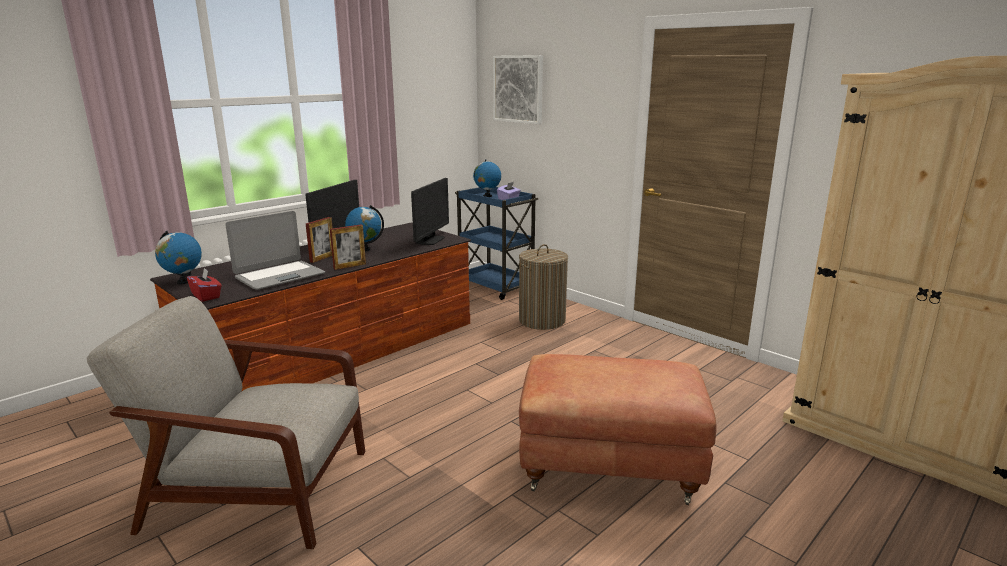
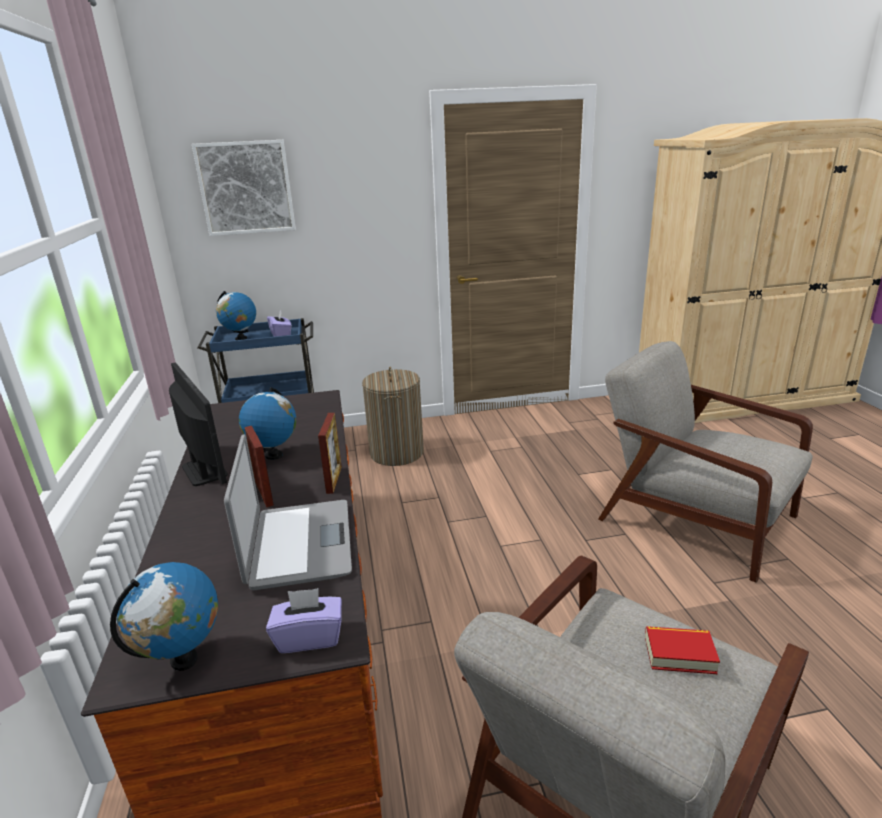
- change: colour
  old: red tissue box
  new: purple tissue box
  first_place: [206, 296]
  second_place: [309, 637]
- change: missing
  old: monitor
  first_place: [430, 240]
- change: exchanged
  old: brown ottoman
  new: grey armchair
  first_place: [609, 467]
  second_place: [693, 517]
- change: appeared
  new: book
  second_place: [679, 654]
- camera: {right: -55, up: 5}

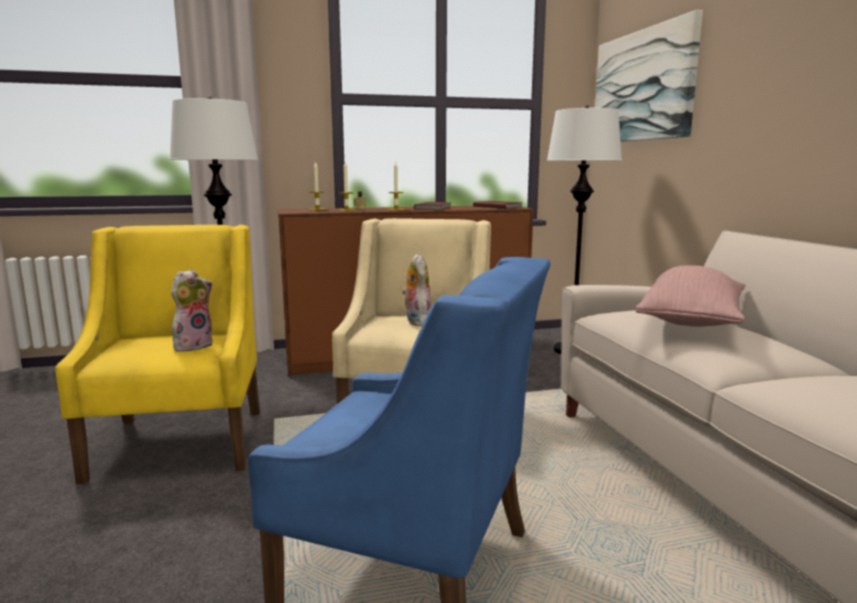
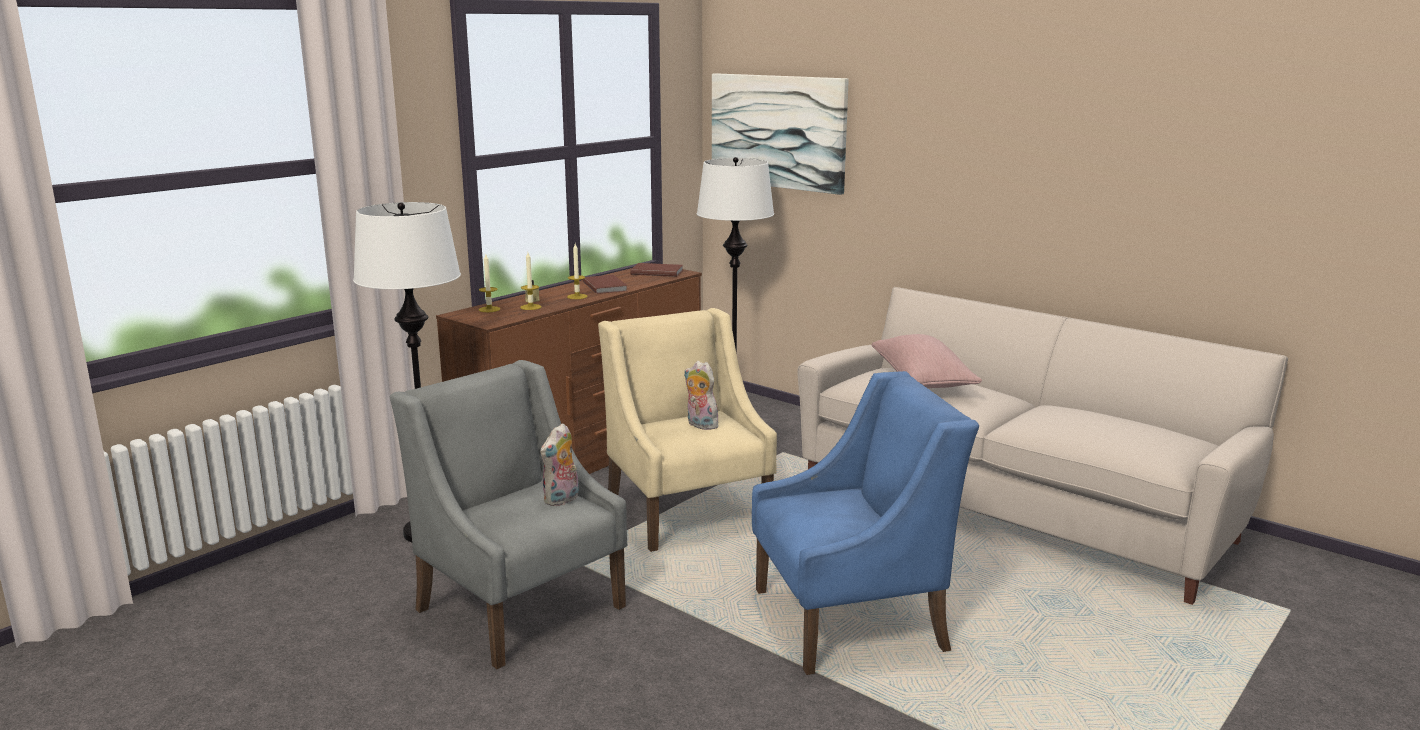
- change: colour
  old: yellow armchair
  new: grey armchair
  first_place: [181, 442]
  second_place: [520, 606]
- change: spun
  old: plush toy
  first_place: [193, 345]
  second_place: [562, 500]
  degrees: -150
- camera: {right: -35, up: 5}

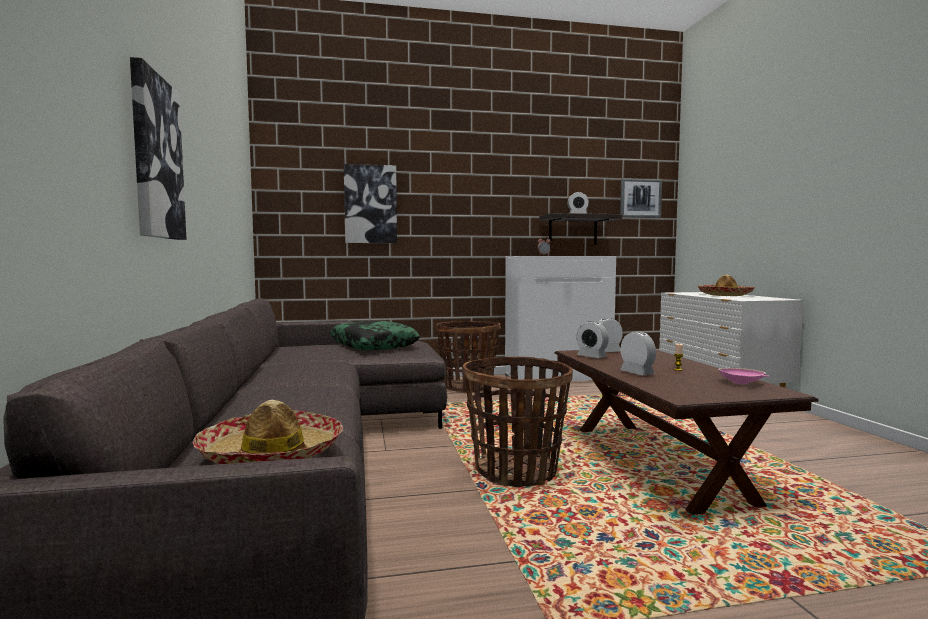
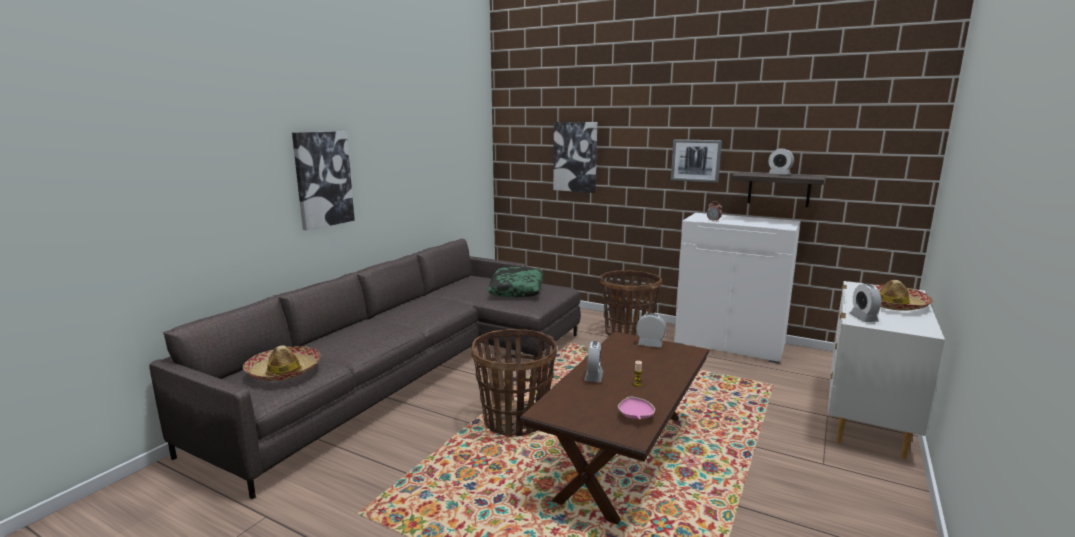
- change: relocated
  old: alarm clock
  first_place: [591, 356]
  second_place: [863, 318]
- change: relocated
  old: picture
  first_place: [640, 198]
  second_place: [696, 160]
- camera: {right: 40, up: 10}

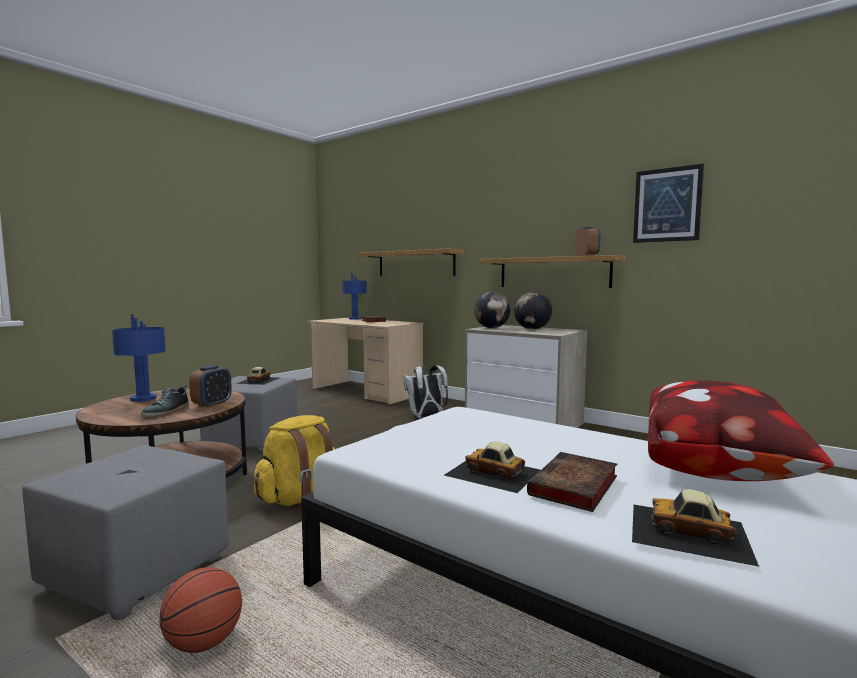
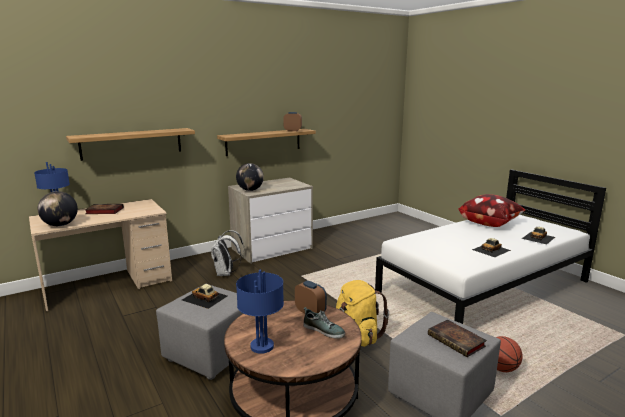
- change: relocated
  old: globe
  first_place: [532, 329]
  second_place: [60, 225]
- change: relocated
  old: book
  first_place: [574, 487]
  second_place: [457, 341]
- change: missing
  old: picture
  first_place: [667, 205]
- camera: {right: -70, up: 10}

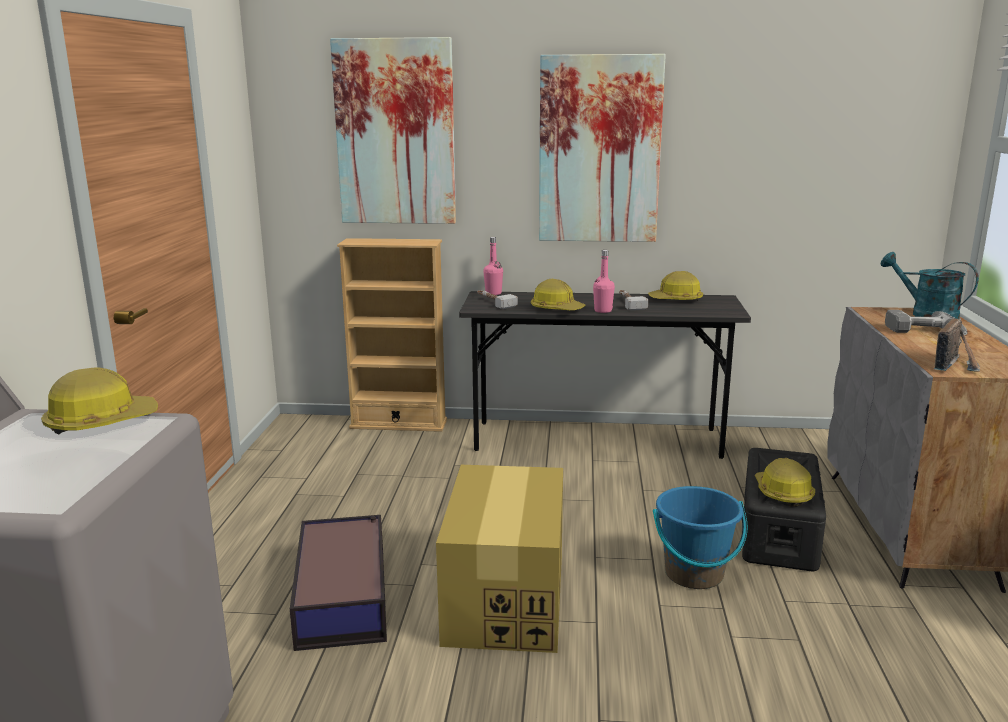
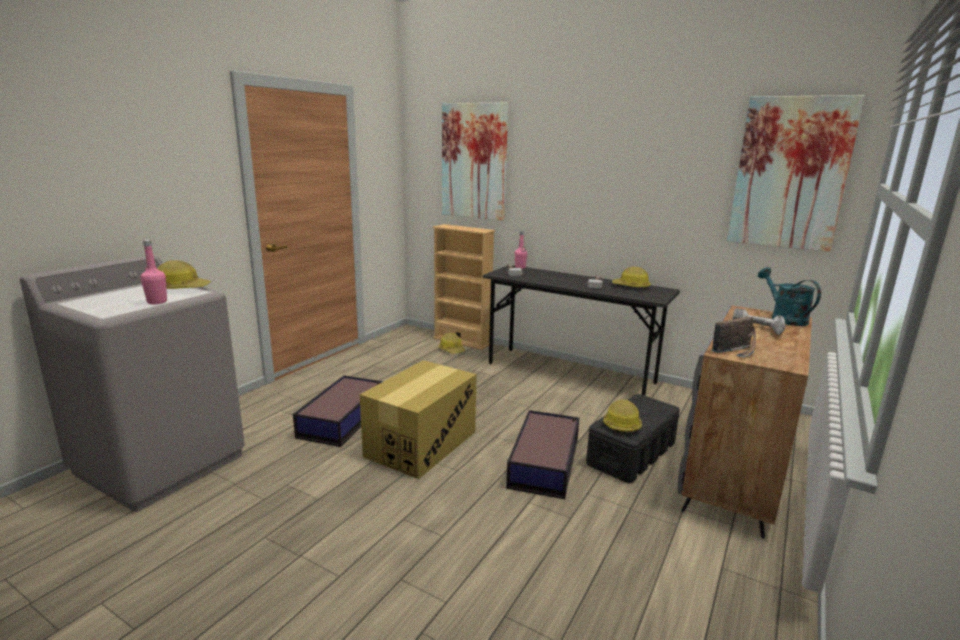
- change: relocated
  old: hard hat
  first_place: [556, 309]
  second_place: [452, 350]
- change: relocated
  old: picture
  first_place: [599, 150]
  second_place: [790, 174]
- change: relocated
  old: pink bottle
  first_place: [603, 311]
  second_place: [157, 302]
- change: exchanged
  old: blue bucket
  new: storage box
  first_place: [694, 574]
  second_place: [545, 462]
- camera: {right: 25, up: 0}

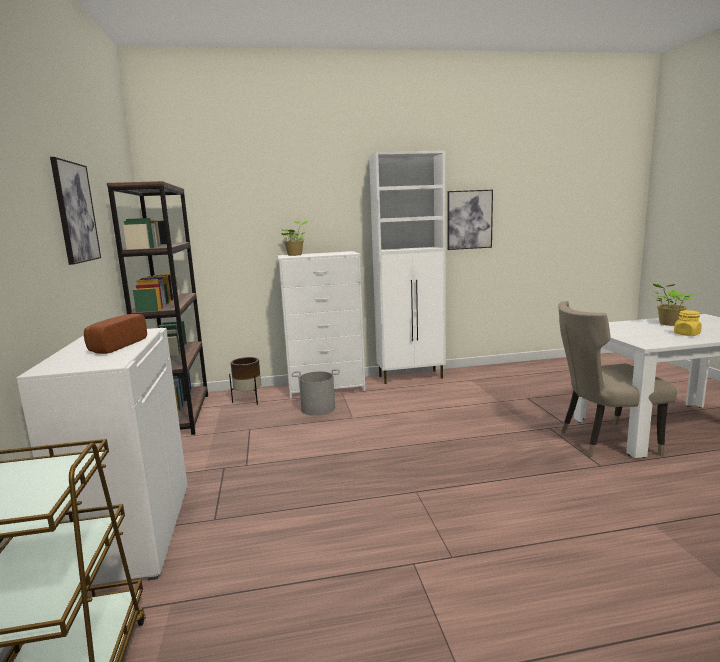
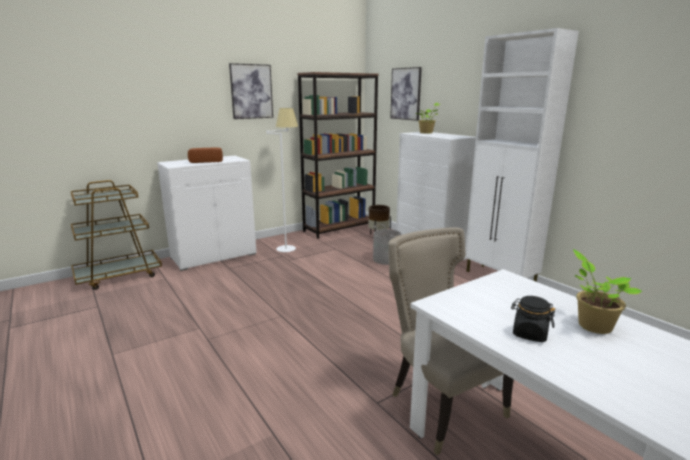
- change: relocated
  old: picture
  first_place: [469, 219]
  second_place: [406, 94]
- change: colour
  old: yellow jar
  new: black jar
  first_place: [687, 334]
  second_place: [529, 334]
- change: appeared
  new: white floor lamp
  second_place: [288, 245]
- camera: {right: 65, up: 5}

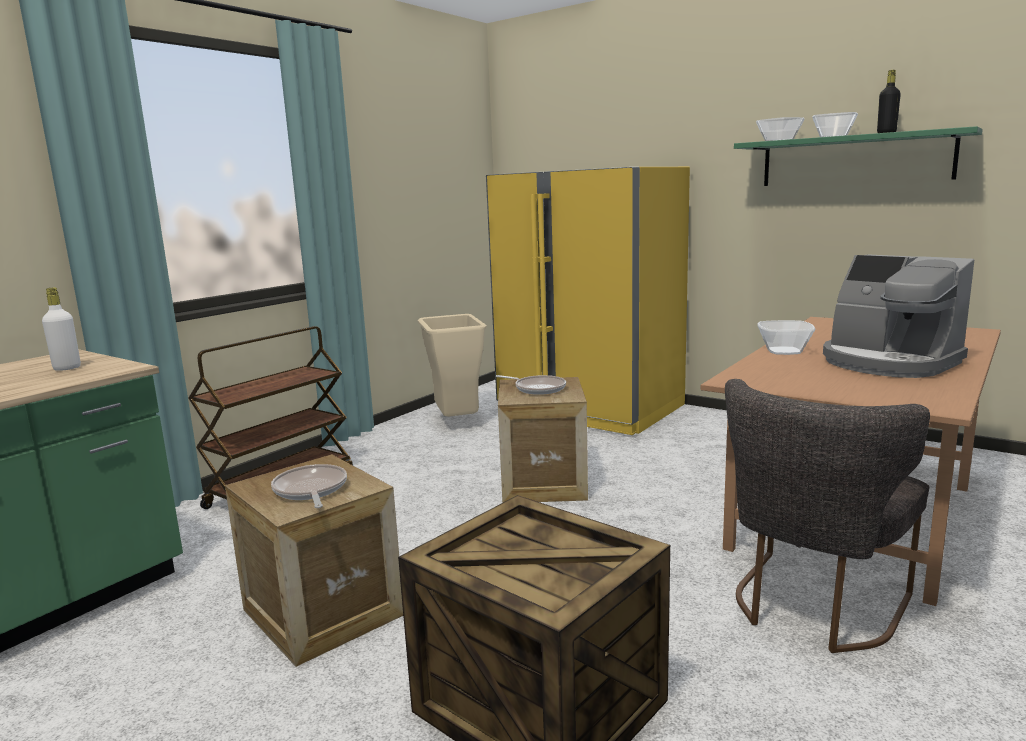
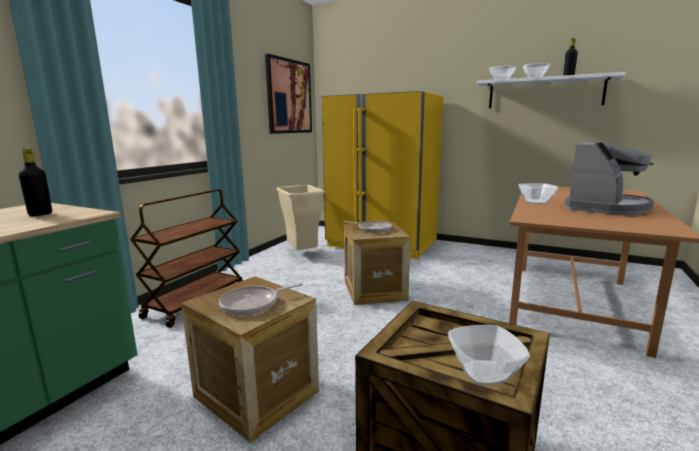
- change: colour
  old: white bottle
  new: black bottle
  first_place: [67, 368]
  second_place: [40, 214]
- change: spun
  old: frying pan
  first_place: [310, 490]
  second_place: [253, 304]
  degrees: -90
- change: missing
  old: grey chair
  first_place: [812, 607]
- change: colour
  old: green shelf
  new: white shelf
  first_place: [855, 160]
  second_place: [544, 93]
- change: spun
  old: coffee machine
  first_place: [888, 362]
  second_place: [606, 207]
  degrees: -90
- change: appeared
  new: picture
  second_place: [289, 97]
- change: appeared
  new: bowl
  second_place: [483, 374]
- camera: {right: -10, up: 0}

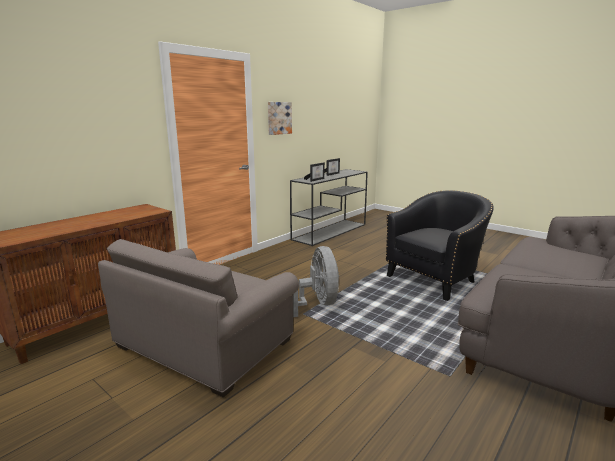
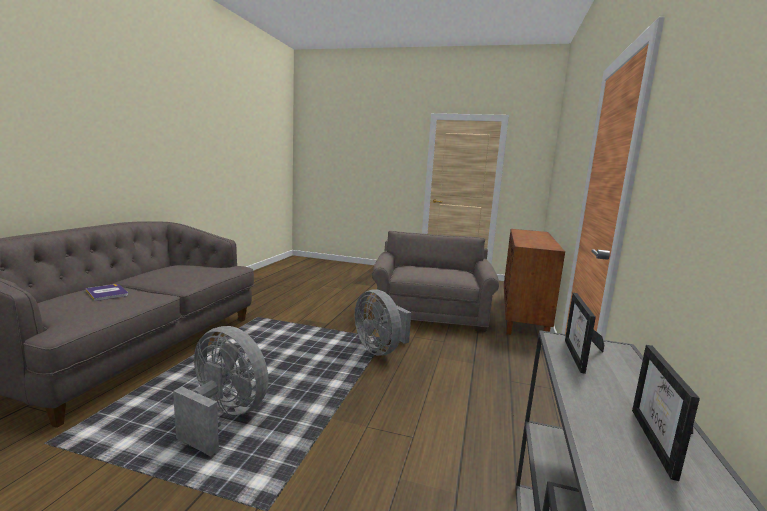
- change: missing
  old: picture
  first_place: [279, 118]
- change: exchanged
  old: black armchair
  new: grey fan
  first_place: [435, 279]
  second_place: [224, 417]
- change: appeared
  new: book
  second_place: [107, 293]
- camera: {right: 155, up: -5}

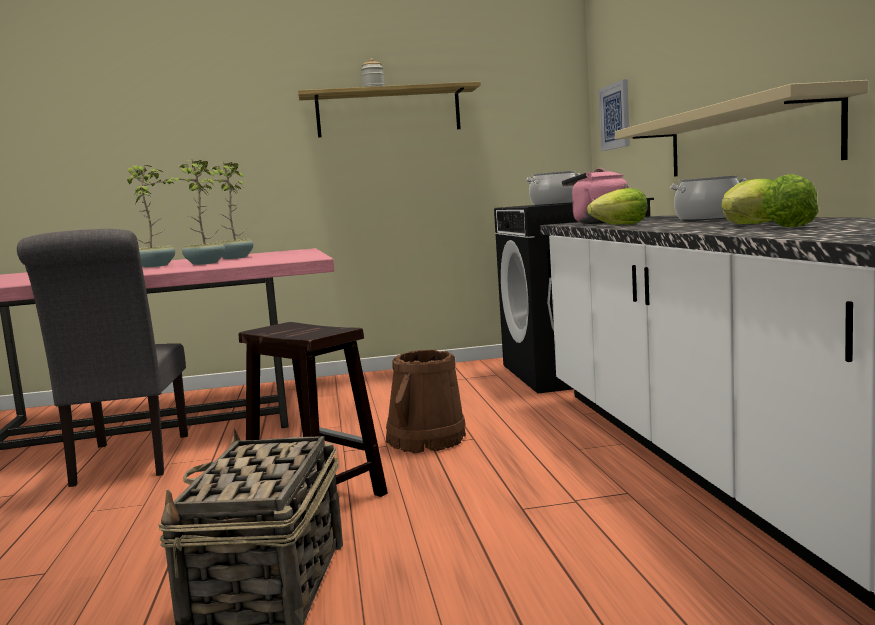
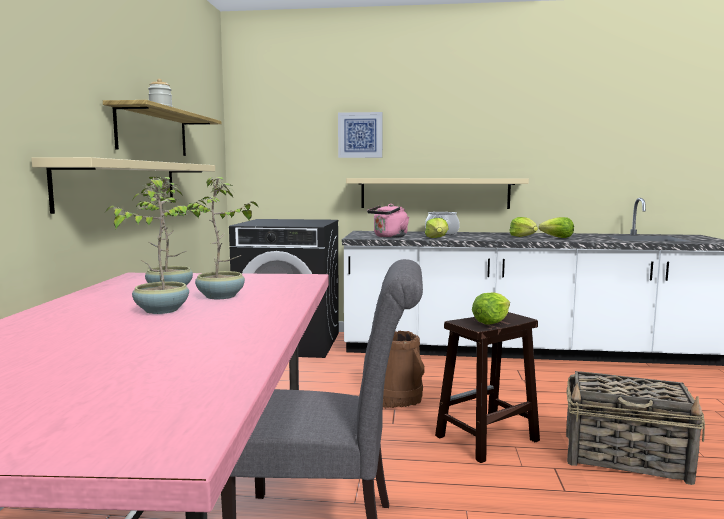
- change: missing
  old: cooking pot
  first_place: [555, 204]
- change: relocated
  old: picture
  first_place: [615, 116]
  second_place: [360, 135]
- change: appeared
  new: beige shelf
  second_place: [121, 184]
- change: appeared
  new: lettuce
  second_place: [491, 322]
- camera: {right: -75, up: 0}

